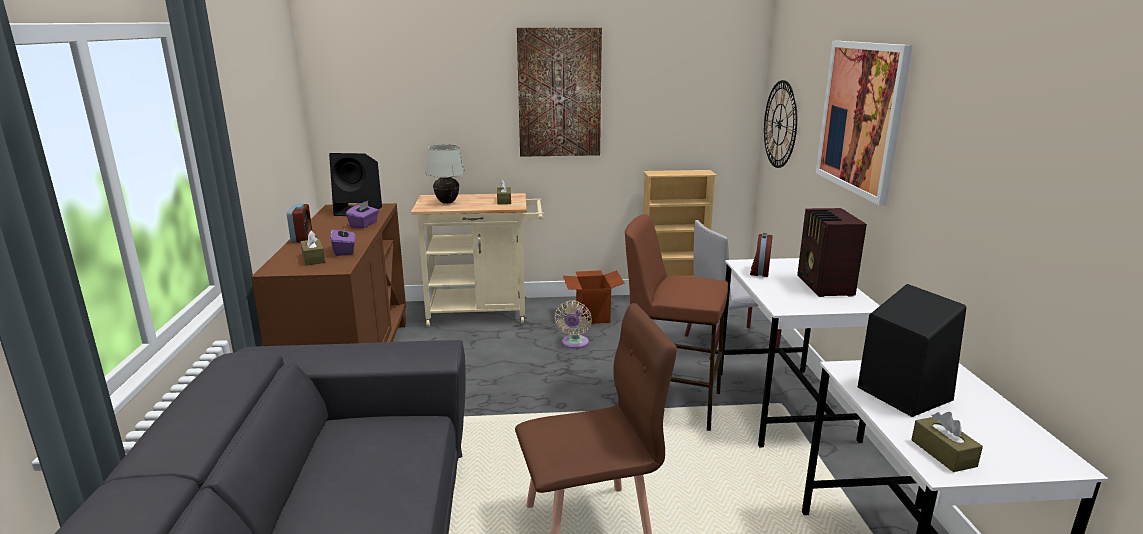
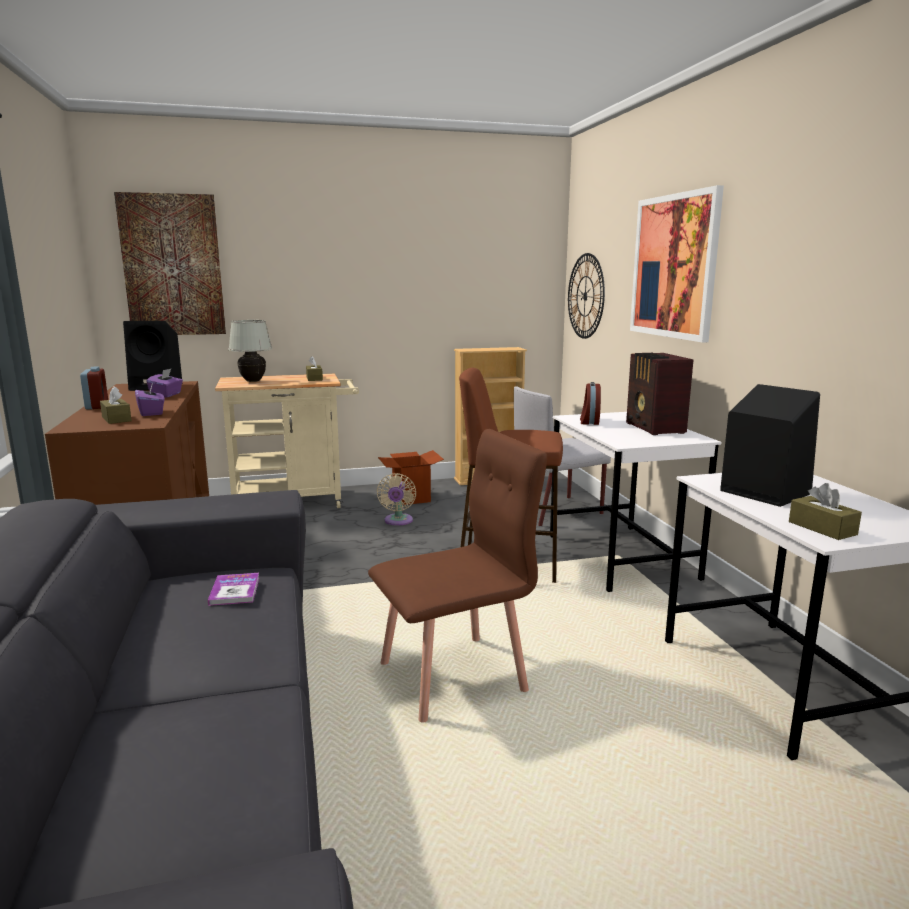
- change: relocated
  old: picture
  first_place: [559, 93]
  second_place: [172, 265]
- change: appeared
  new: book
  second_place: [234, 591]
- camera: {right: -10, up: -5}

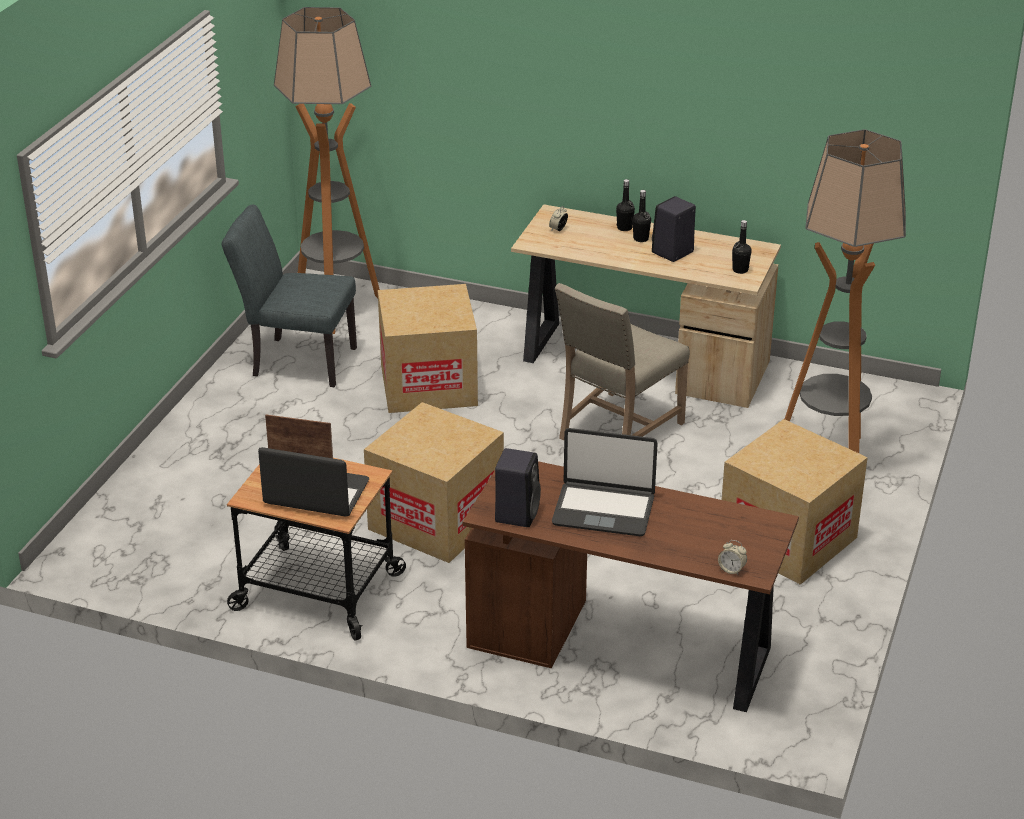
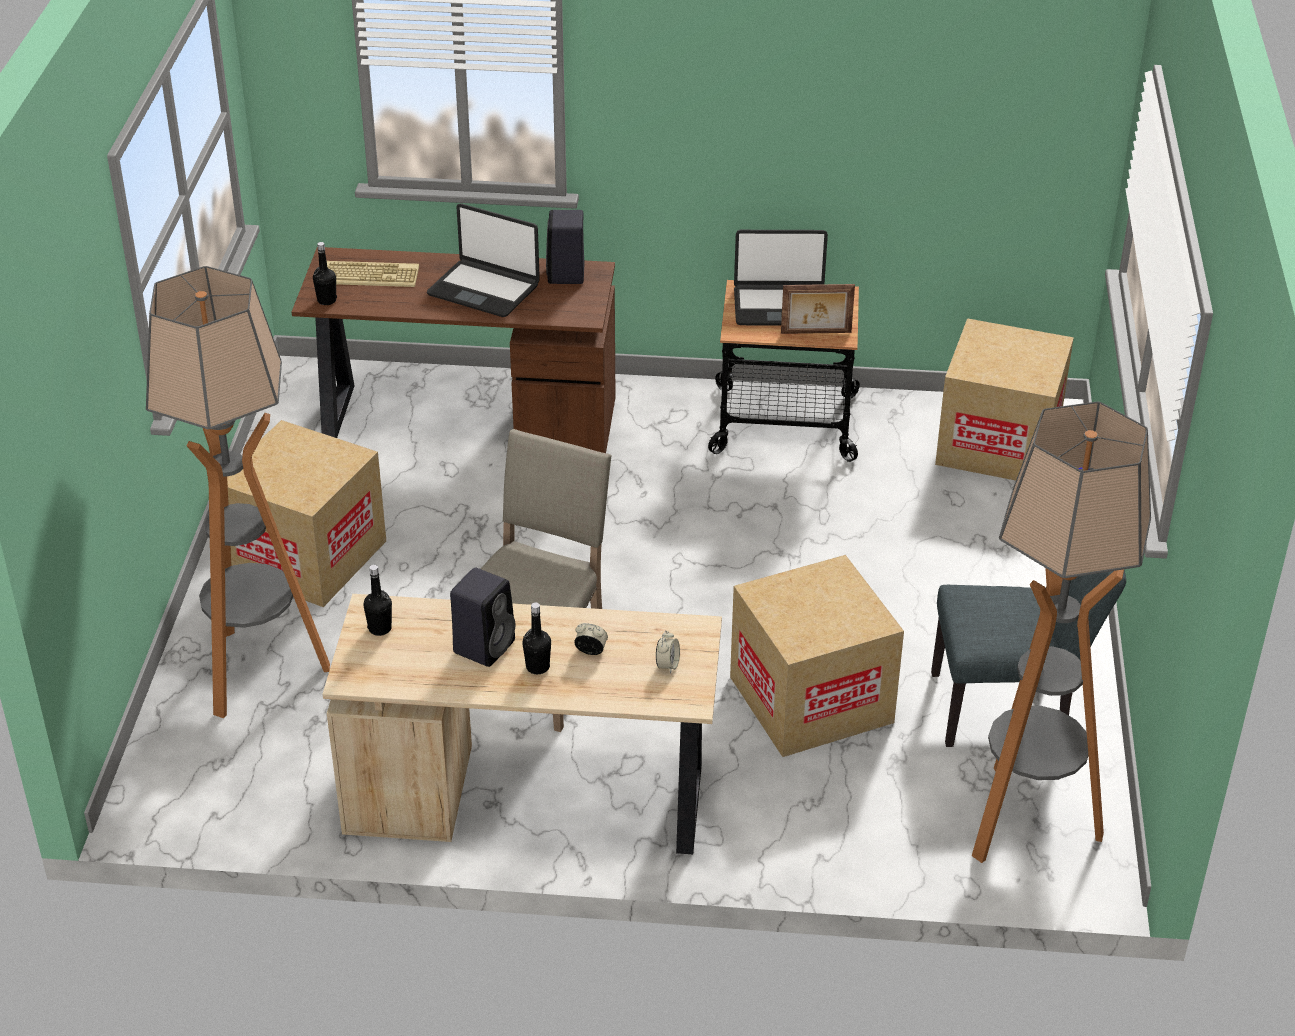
- change: relocated
  old: cardboard box
  first_place: [436, 520]
  second_place: [998, 444]
- change: spun
  old: laptop
  first_place: [603, 510]
  second_place: [484, 289]
  degrees: -150
- change: relocated
  old: black bottle
  first_place: [624, 228]
  second_place: [326, 300]
- change: relocated
  old: alarm clock
  first_place: [731, 570]
  second_place: [591, 651]
- change: appeared
  new: keyboard
  second_place: [369, 274]
- camera: {right: 165, up: 5}

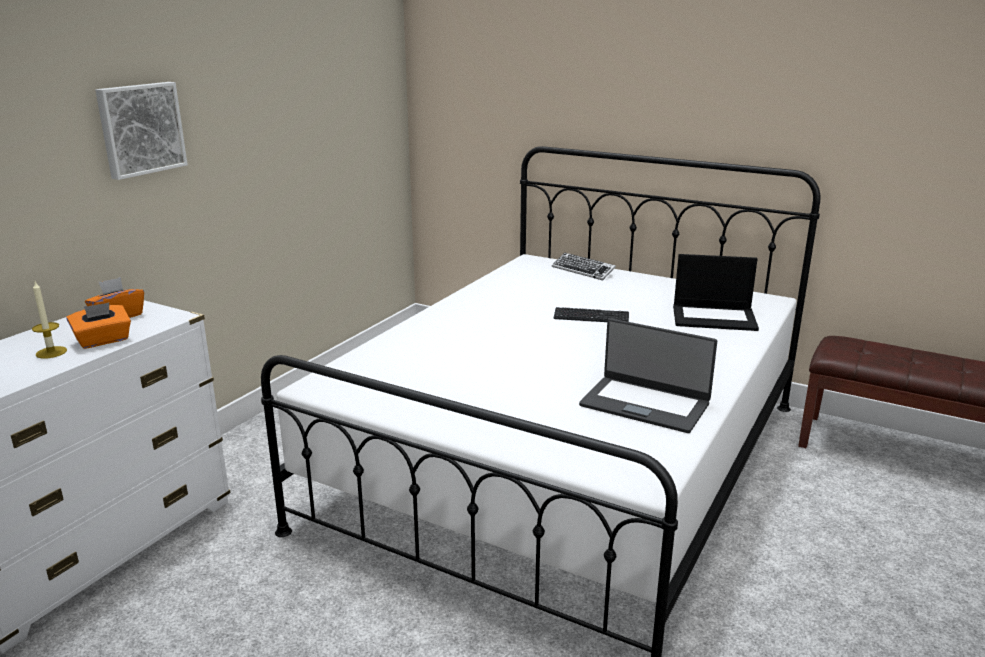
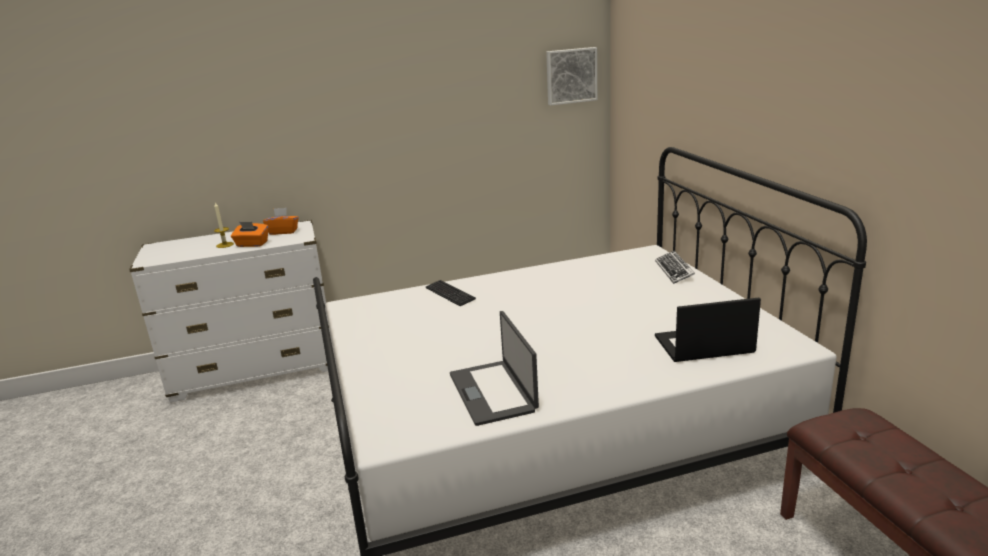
- change: relocated
  old: picture
  first_place: [140, 129]
  second_place: [571, 76]
- change: relocated
  old: keyboard
  first_place: [591, 317]
  second_place: [450, 294]
- change: spun
  old: laptop
  first_place: [715, 317]
  second_place: [703, 345]
  degrees: 120
- camera: {right: 45, up: 0}

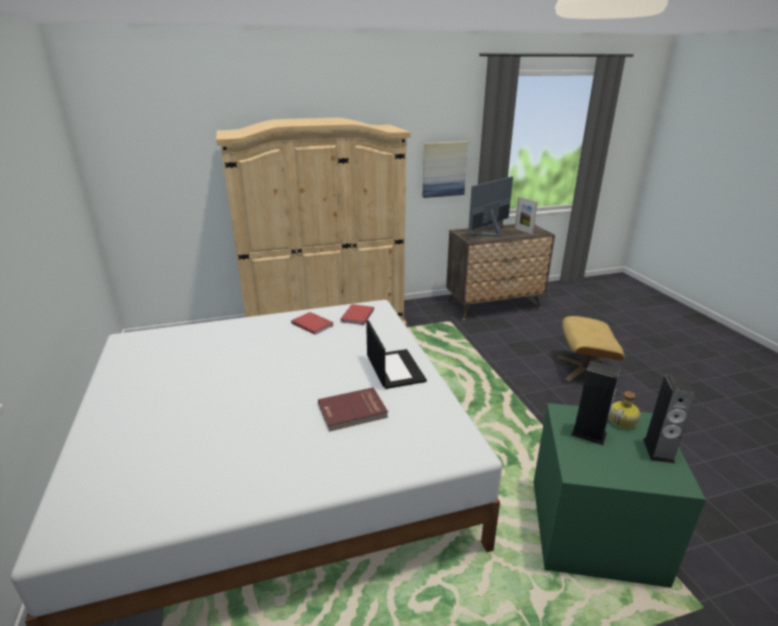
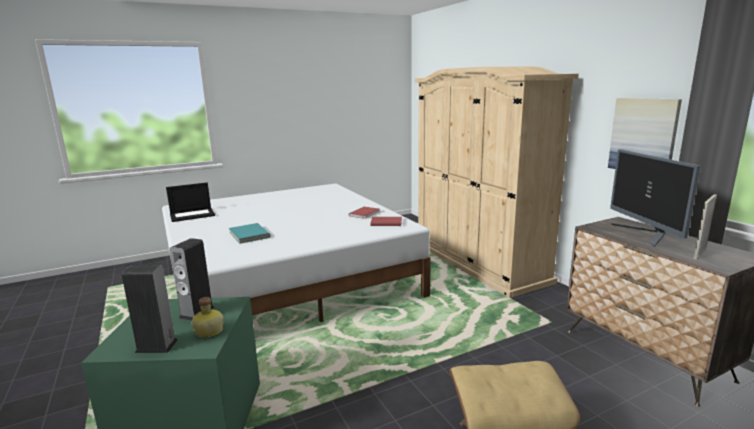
- change: colour
  old: red book
  new: turquoise book
  first_place: [352, 411]
  second_place: [248, 235]
- change: relocated
  old: laptop
  first_place: [394, 368]
  second_place: [193, 215]
- change: spun
  old: monitor
  first_place: [490, 233]
  second_place: [645, 235]
  degrees: -135
- camera: {right: 80, up: -10}

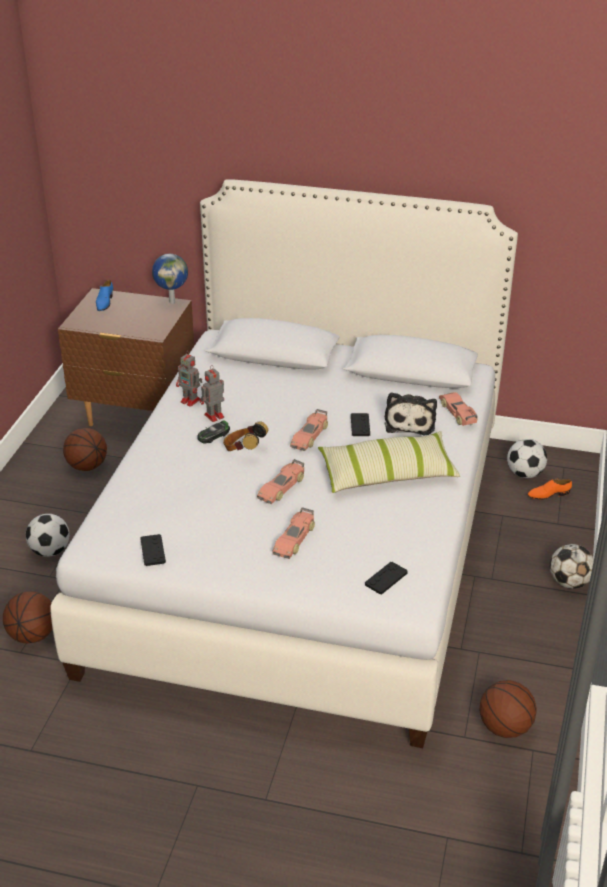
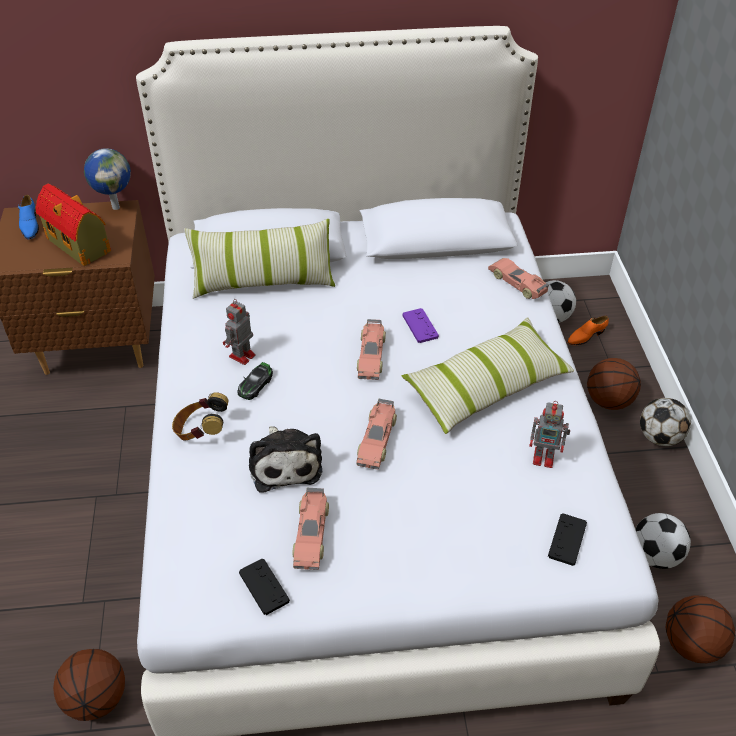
- change: relocated
  old: football
  first_place: [50, 551]
  second_place: [655, 555]
- change: relocated
  old: basketball
  first_place: [87, 466]
  second_place: [608, 401]
- change: relocated
  old: toy robot
  first_place: [191, 401]
  second_place: [545, 457]
- change: relocated
  old: headphones
  first_place: [244, 450]
  second_place: [201, 431]
- change: relocated
  old: toy car
  first_place: [294, 539]
  second_place: [311, 534]
- change: colour
  old: black game controller
  new: purple game controller
  first_place: [360, 425]
  second_place: [420, 326]
- change: relocated
  old: plush toy
  first_place: [410, 422]
  second_place: [285, 463]
- change: appeared
  new: toy house
  second_place: [79, 246]
- change: appeared
  new: pillow
  second_place: [263, 282]
- camera: {right: -20, up: 10}

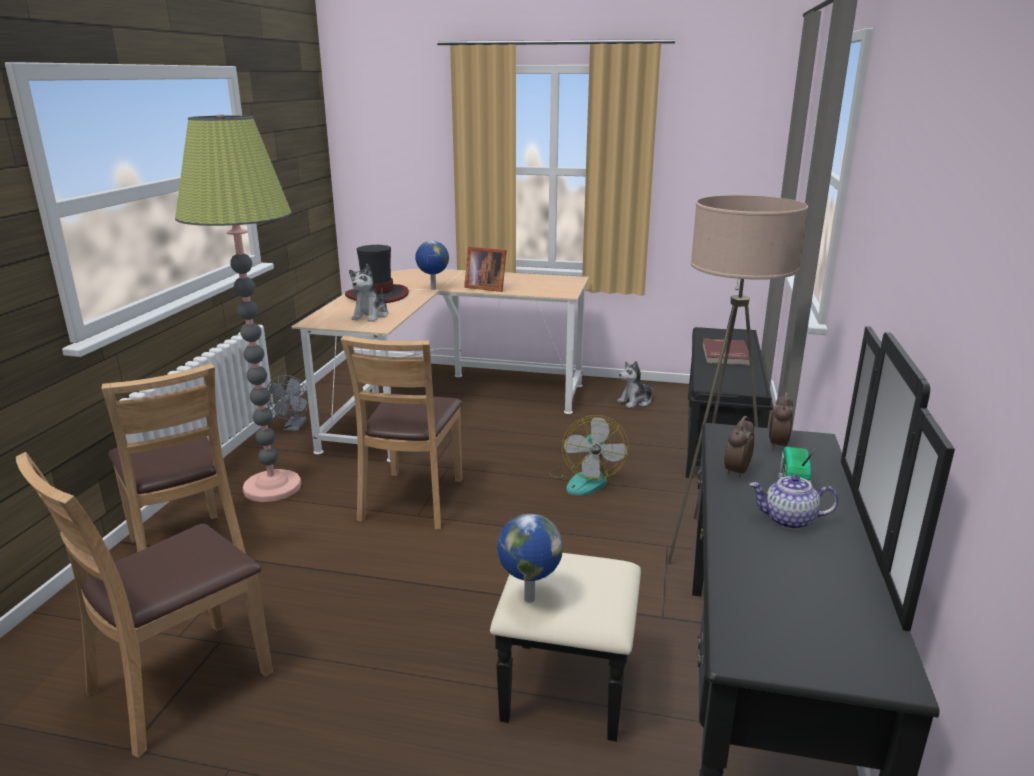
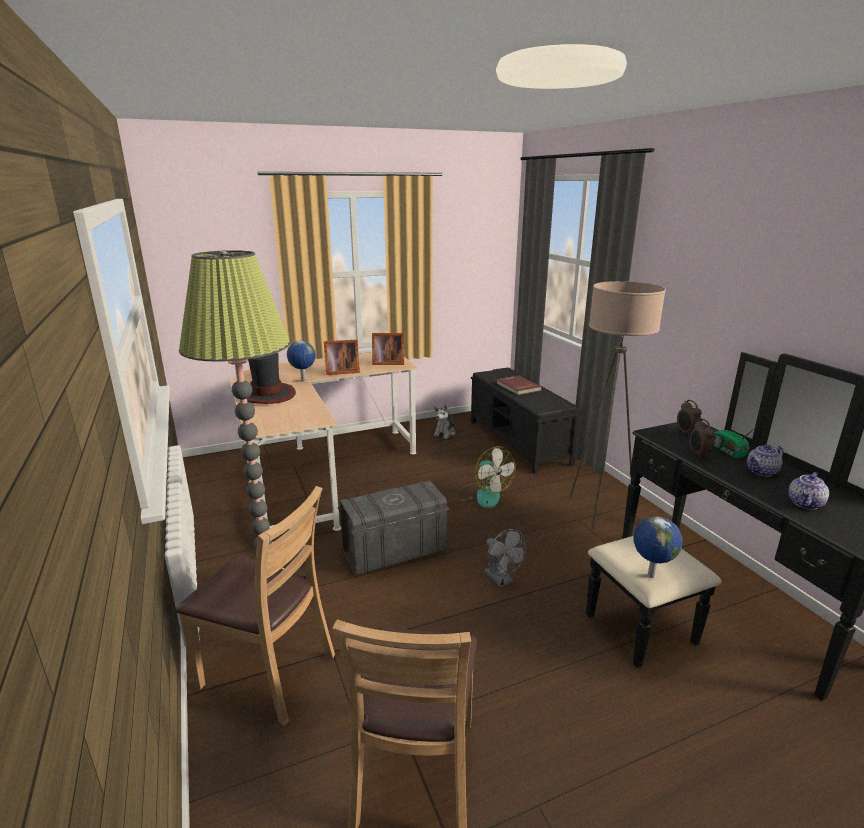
- change: relocated
  old: grey fan
  first_place: [294, 427]
  second_place: [502, 580]
- change: exchanged
  old: brown chair
  new: grey storage box
  first_place: [413, 500]
  second_place: [394, 552]
- change: missing
  old: plush toy
  first_place: [371, 316]
- change: appeared
  new: picture frame
  second_place: [387, 363]
- change: appeared
  new: teapot
  second_place: [805, 504]
- camera: {right: -35, up: 0}

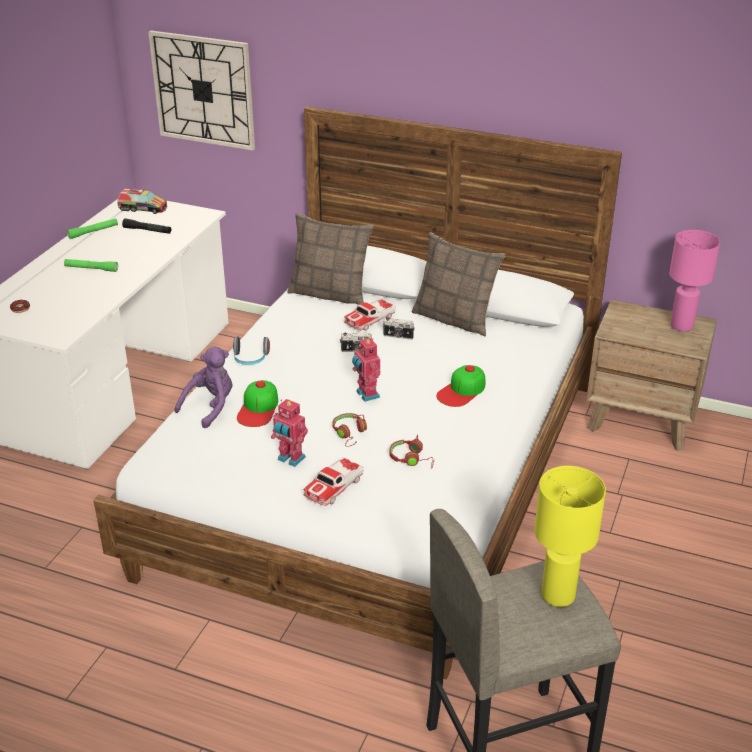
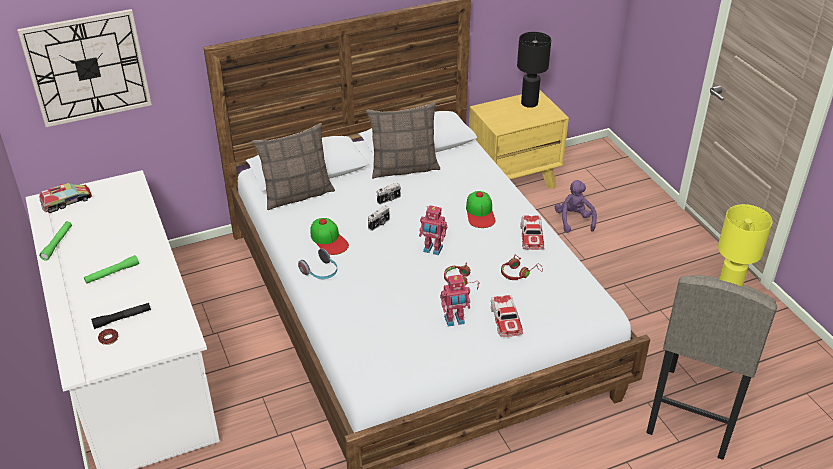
- change: relocated
  old: black flashlight
  first_place: [147, 230]
  second_place: [122, 318]
- change: relocated
  old: purple plush toy
  first_place: [210, 407]
  second_place: [574, 220]
- change: relocated
  old: cap
  first_place: [258, 408]
  second_place: [329, 240]
- change: relocated
  old: toy car
  first_place: [370, 320]
  second_place: [531, 236]
- change: colour
  old: brown nightstand
  new: yellow nightstand
  first_place: [641, 420]
  second_place: [513, 181]
- change: colour
  old: pink table lamp
  new: black table lamp
  first_place: [681, 325]
  second_place: [529, 103]
- camera: {right: -45, up: 5}

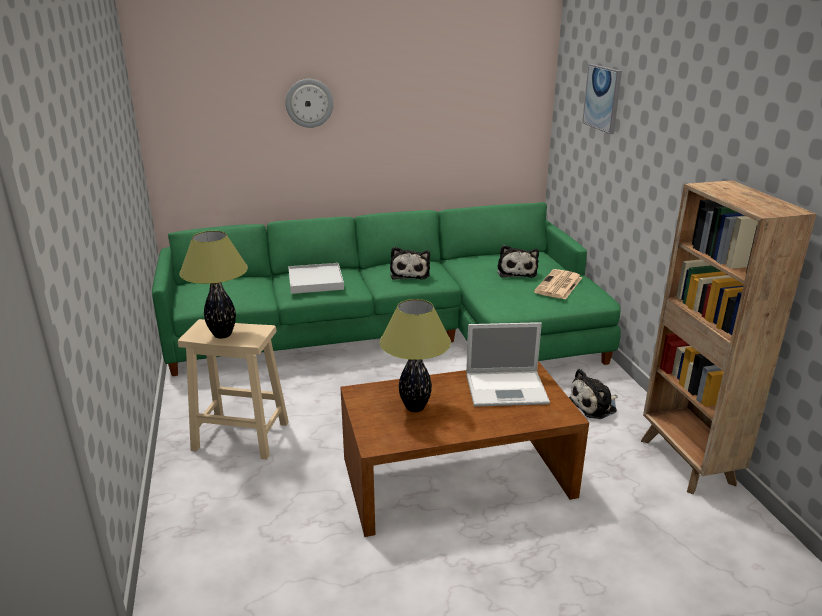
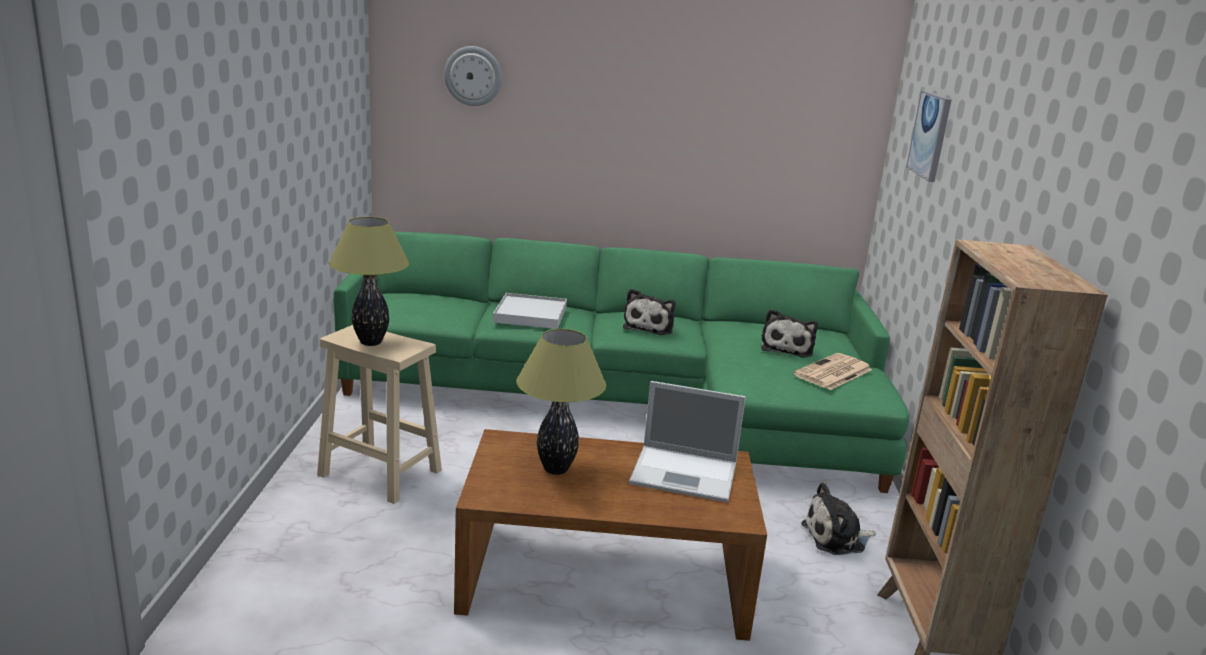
- change: relocated
  old: wall clock
  first_place: [309, 103]
  second_place: [473, 76]
- camera: {right: 15, up: -5}

